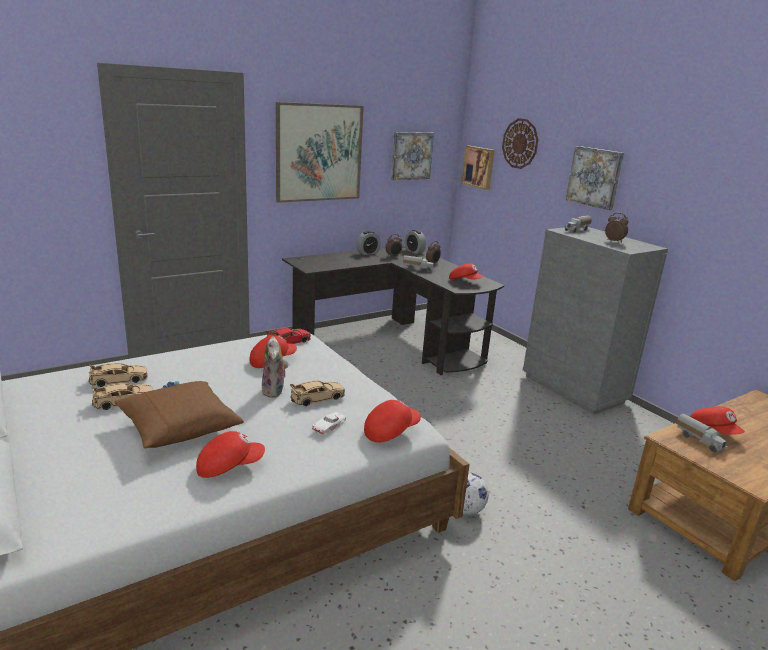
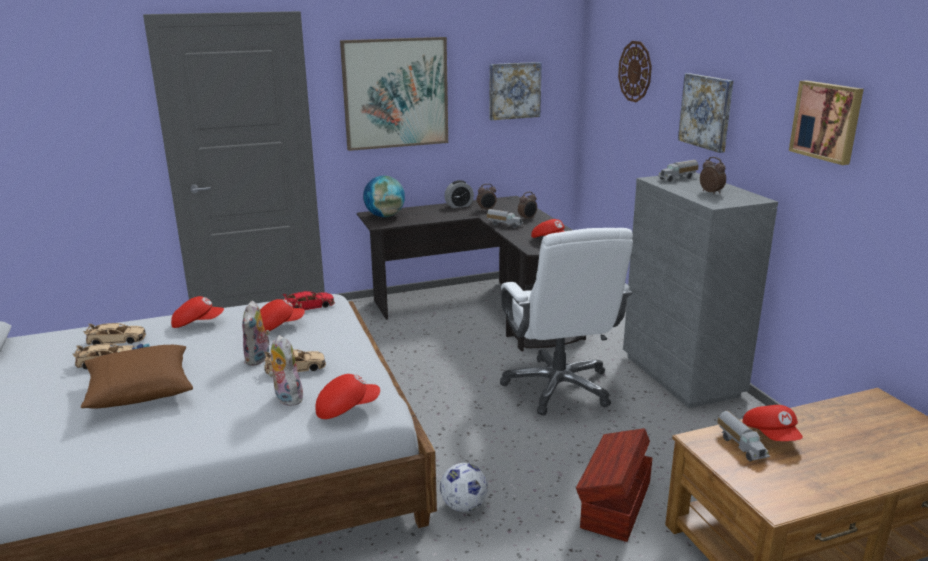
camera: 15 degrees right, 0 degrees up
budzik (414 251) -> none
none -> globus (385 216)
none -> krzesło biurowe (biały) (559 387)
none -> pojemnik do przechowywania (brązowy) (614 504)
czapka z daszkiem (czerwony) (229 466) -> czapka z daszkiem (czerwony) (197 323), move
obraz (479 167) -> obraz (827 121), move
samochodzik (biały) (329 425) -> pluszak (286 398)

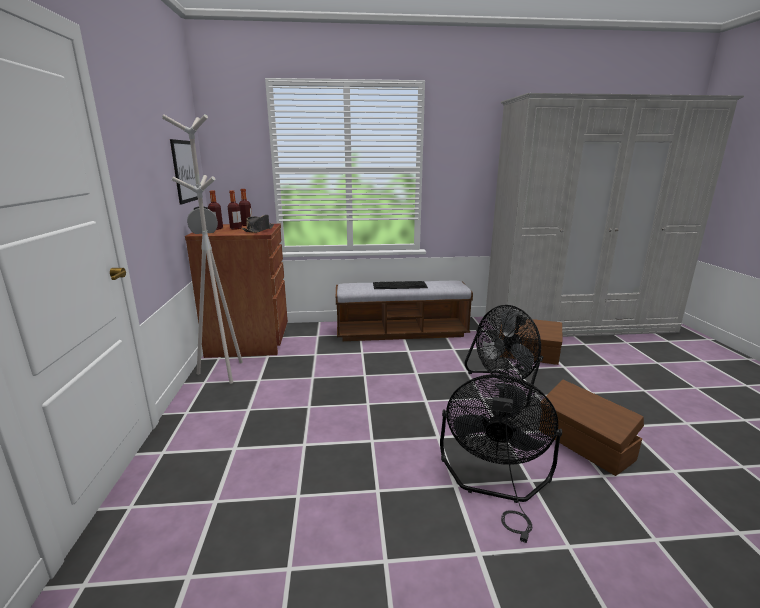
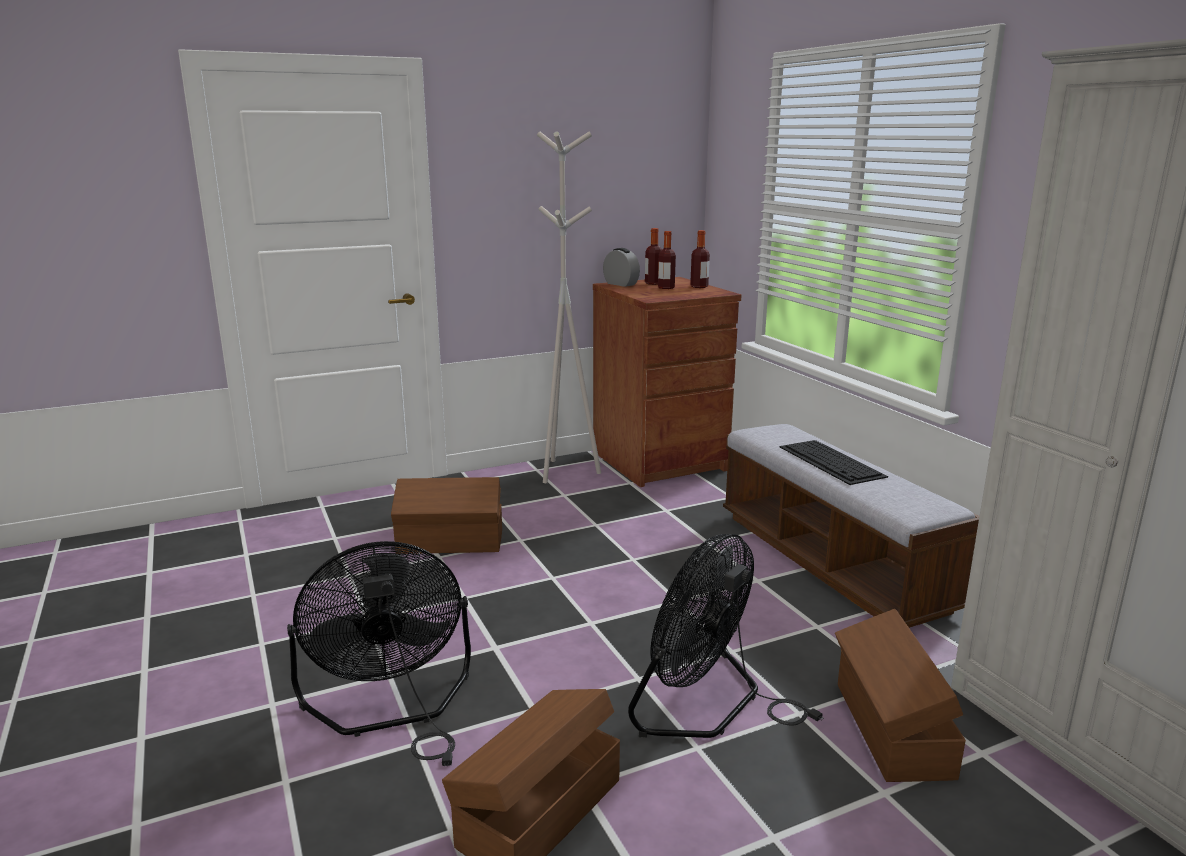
camera: 70 degrees right, 0 degrees up
obraz (185 171) -> none
kapelusz (czarny) (259 230) -> none
none -> pojemnik do przechowywania (brązowy) (451 543)
wentylator (czarny) (497 486) -> wentylator (czarny) (396 711), 105 degrees counterclockwise

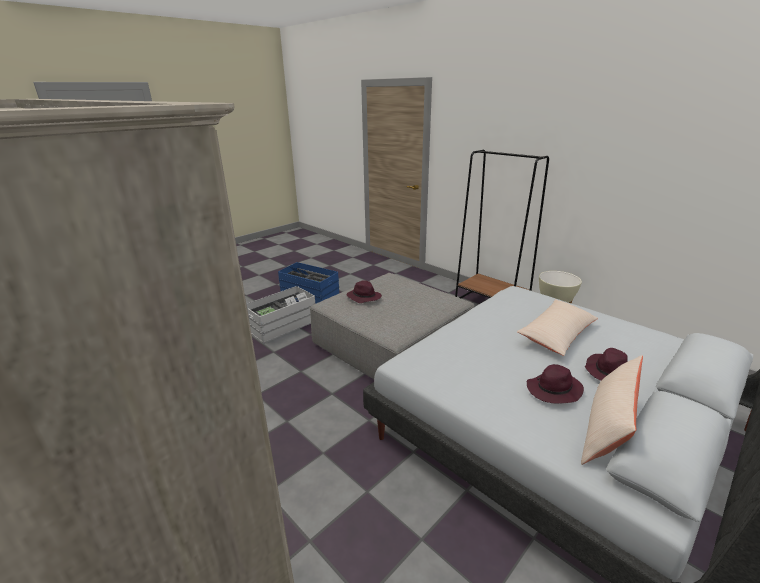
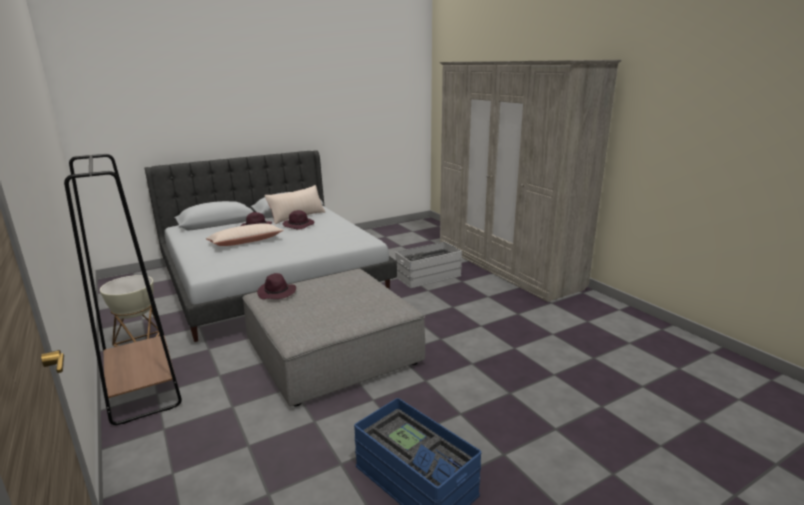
camera: 165 degrees left, 5 degrees down
pojemnik do przechowywania (szary) (282 324) -> pojemnik do przechowywania (szary) (428 276), move
kapelusz (fioletowy) (363 297) -> kapelusz (fioletowy) (277 293), move

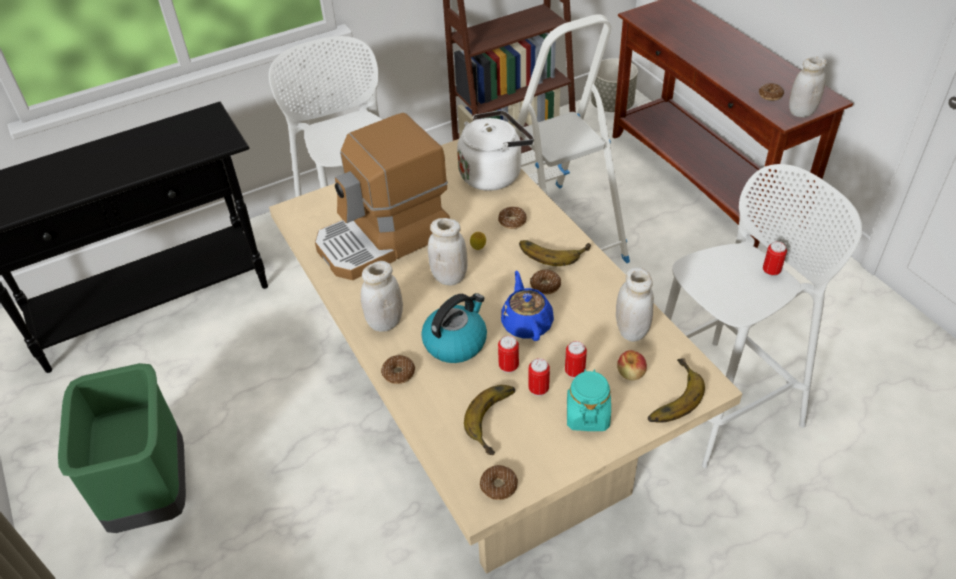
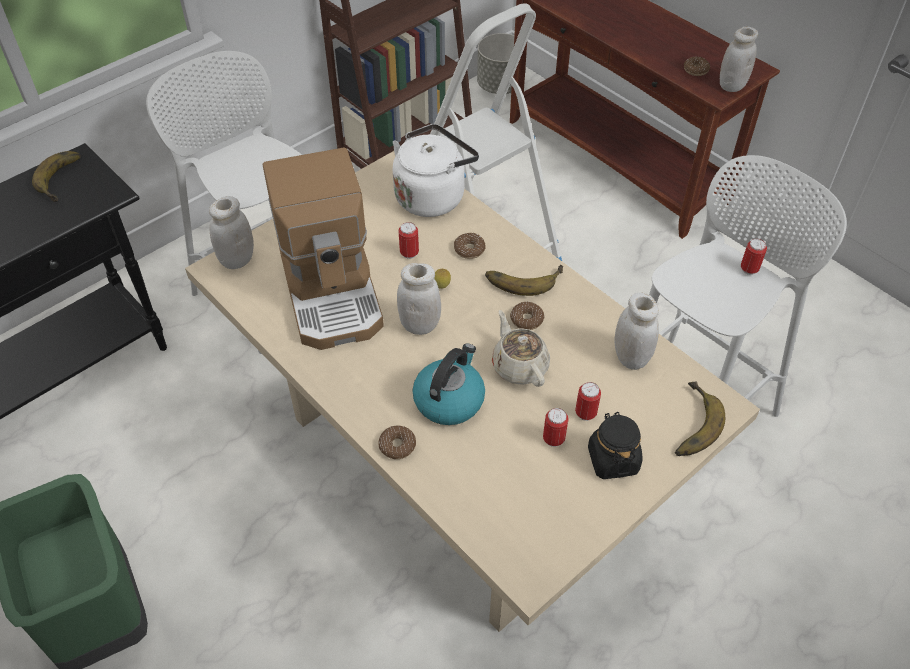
camera: 15 degrees left, 5 degrees up
donut (499 486) -> none
jabłko (630 373) -> none
słoik (biały) (385 322) -> słoik (biały) (237 259), move
banan (498 421) -> banan (65 179), move
puszka (508 366) -> puszka (409 253), move
imbryk (niebieski) (526 323) -> imbryk (beżowy) (519 366)
słoik (turkusowy) (587 415) -> słoik (czarny) (612 460)
ekspres do kawy (384 239) -> ekspres do kawy (333 290), 60 degrees counterclockwise

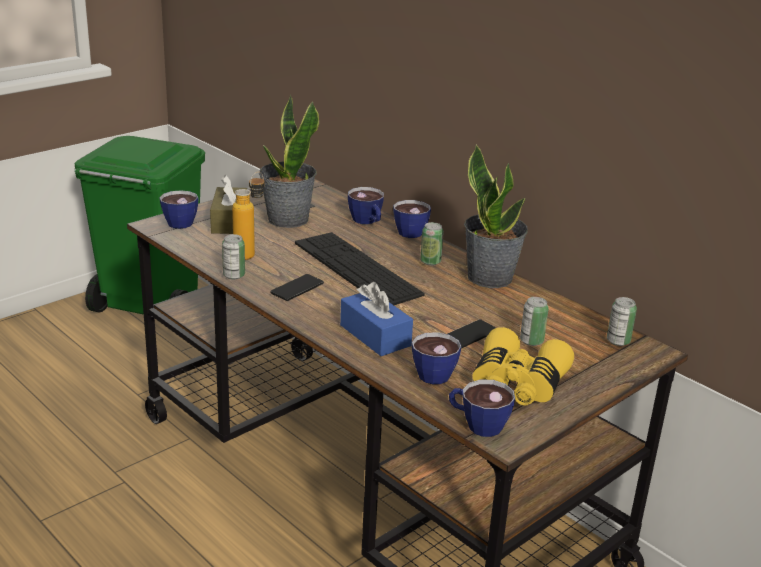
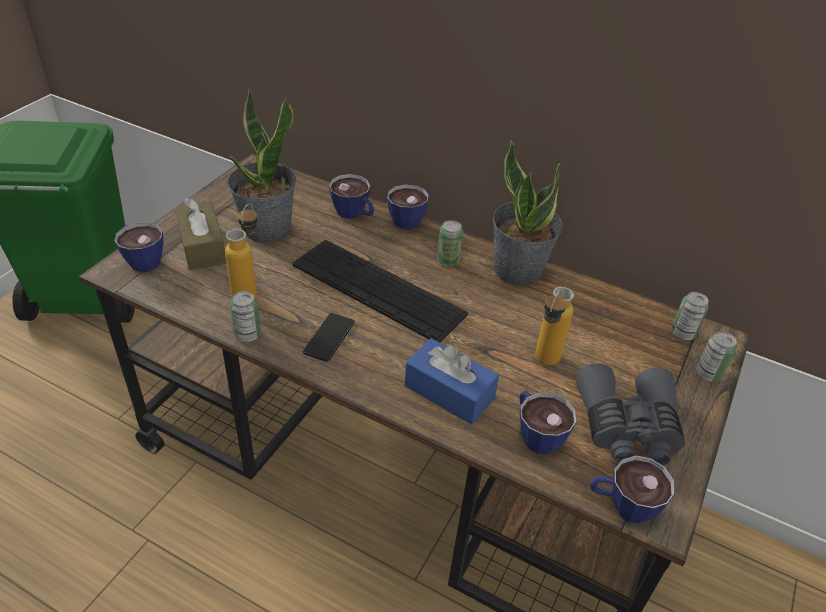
camera: 20 degrees left, 15 degrees up
puszka (531 341) -> puszka (708 373), move
telefon (469 335) -> butelka (543 364)
lornetka (żółty) (517 384) -> lornetka (szary) (627 427)

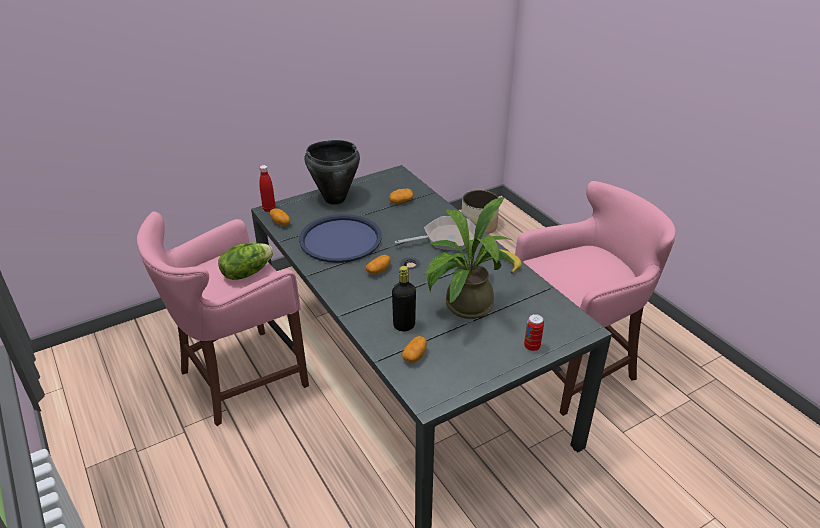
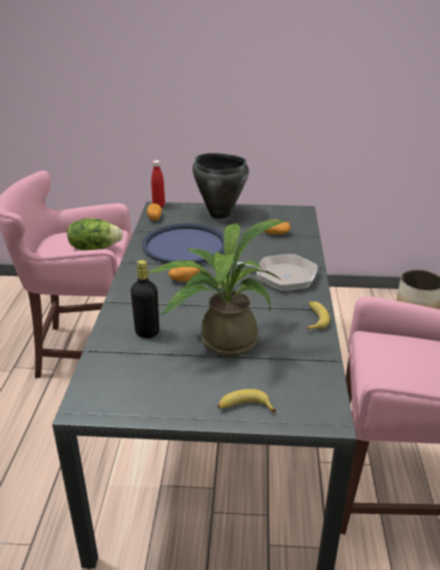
camera: 35 degrees right, 5 degrees down
ziemniak (415 356) -> none
puszka (532 347) -> banan (244 407)

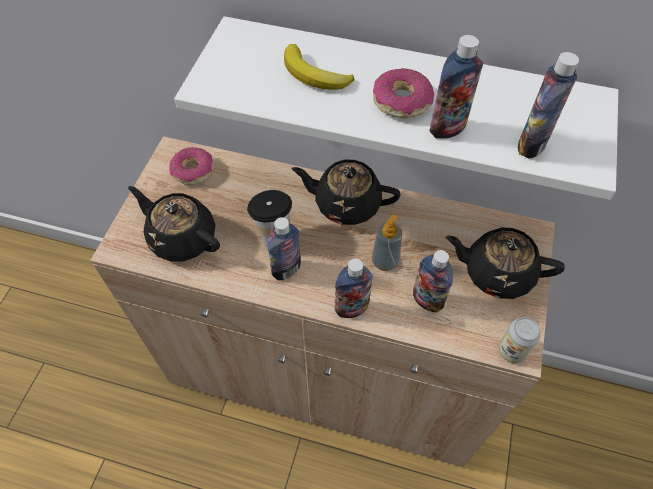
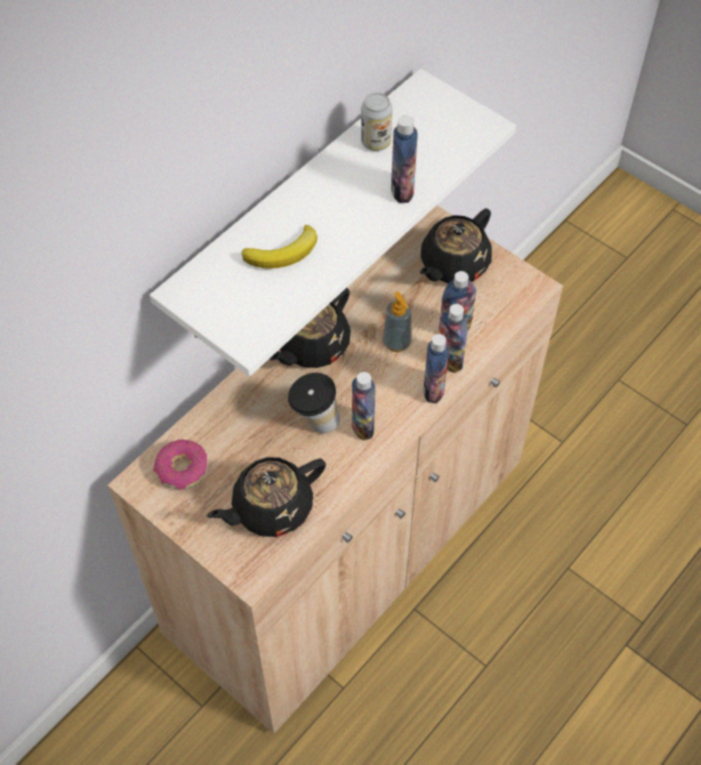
camera: 65 degrees left, 0 degrees up
donut (401 101) -> none
puszka (512 351) -> puszka (376 142), move
butelka (531 144) -> butelka (450 360), move

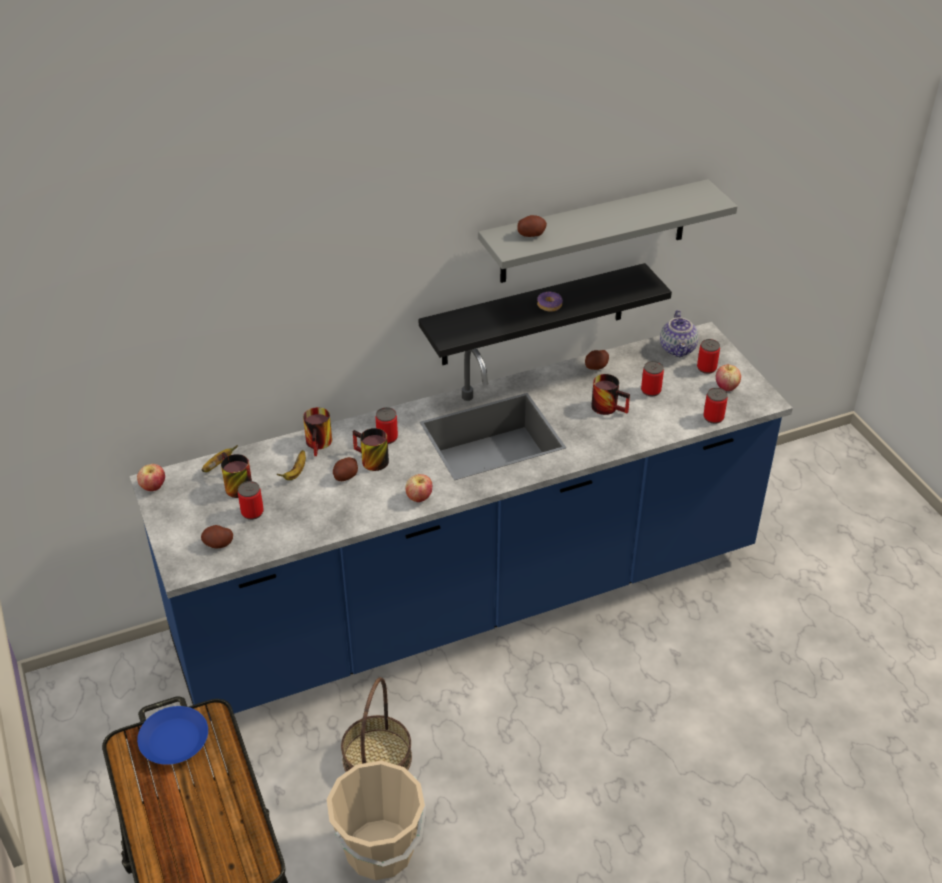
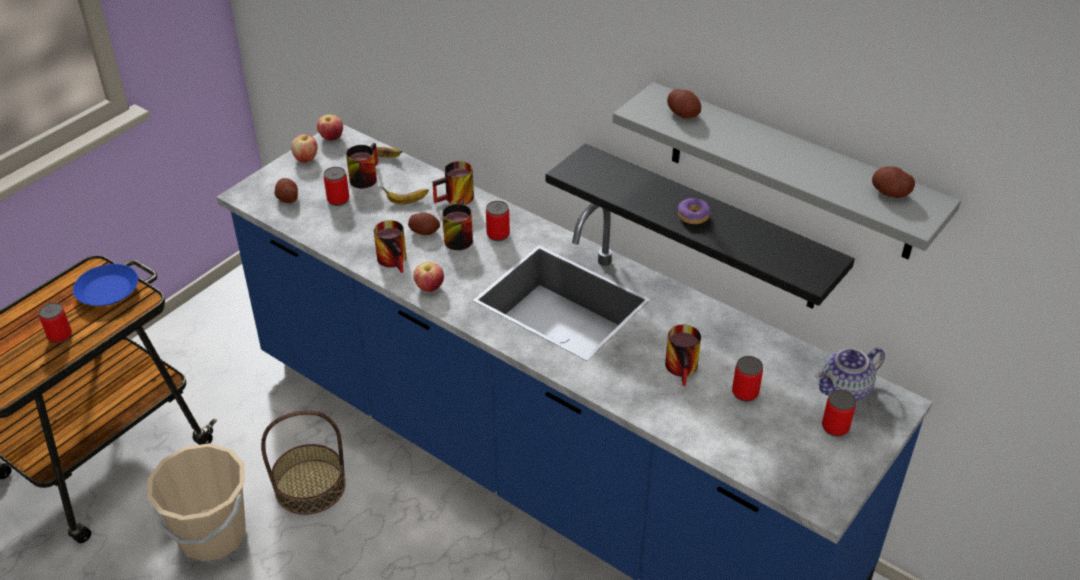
camera: 60 degrees right, 0 degrees up
none -> kubek (396 260)
ziemniak (596 367) -> ziemniak (890 193), move
puszka (713 417) -> puszka (60 336), move
jabłko (726 387) -> jabłko (306 159), move

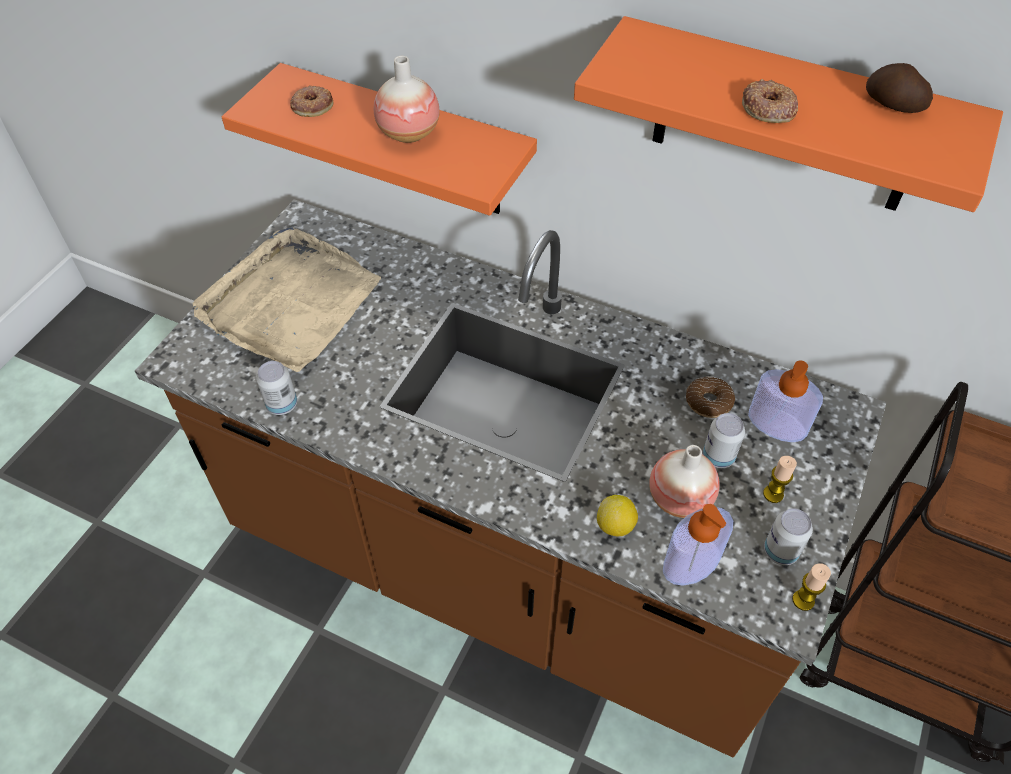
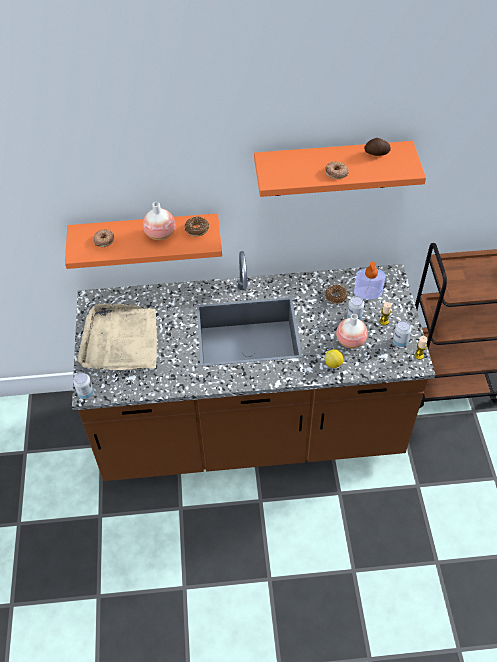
camera: 30 degrees left, 0 degrees up
dozownik mydła (691 562) -> none
none -> donut (197 229)
puszka (282 405) -> puszka (85 393), move

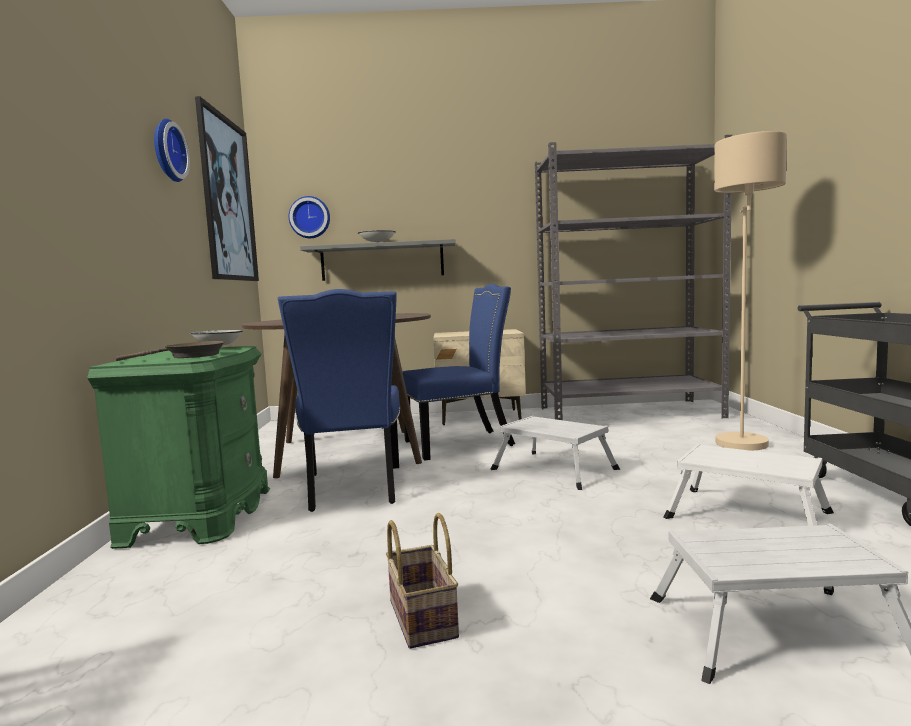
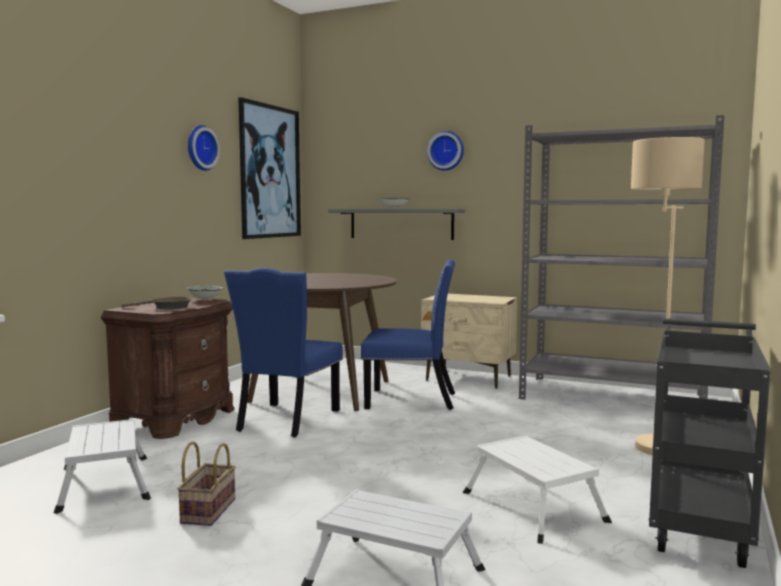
camera: 25 degrees right, 0 degrees up
zegar ścienny (310 217) -> zegar ścienny (446 151), move
drabinka (biały) (554 469) -> drabinka (biały) (105 483), move
szafka nocna (zielony) (206 513) -> szafka nocna (brązowy) (179 419)

